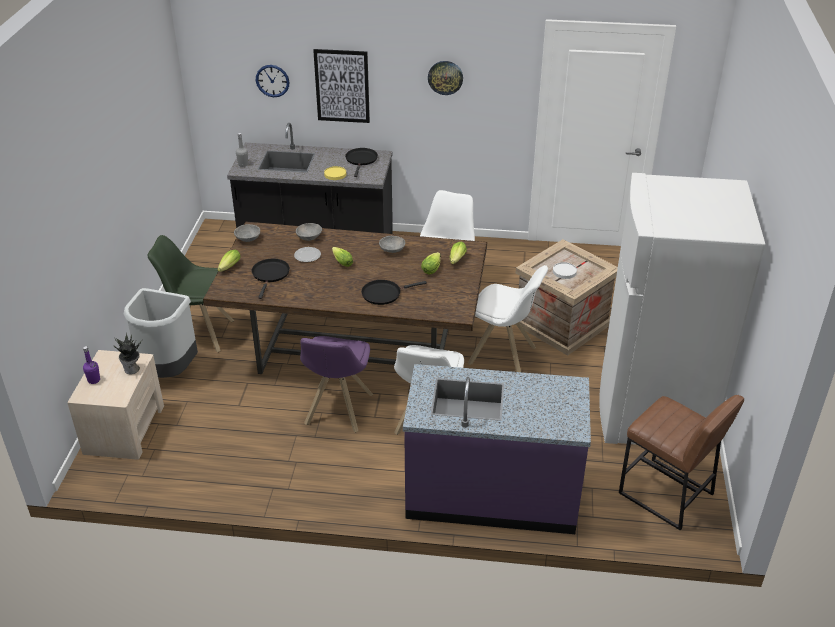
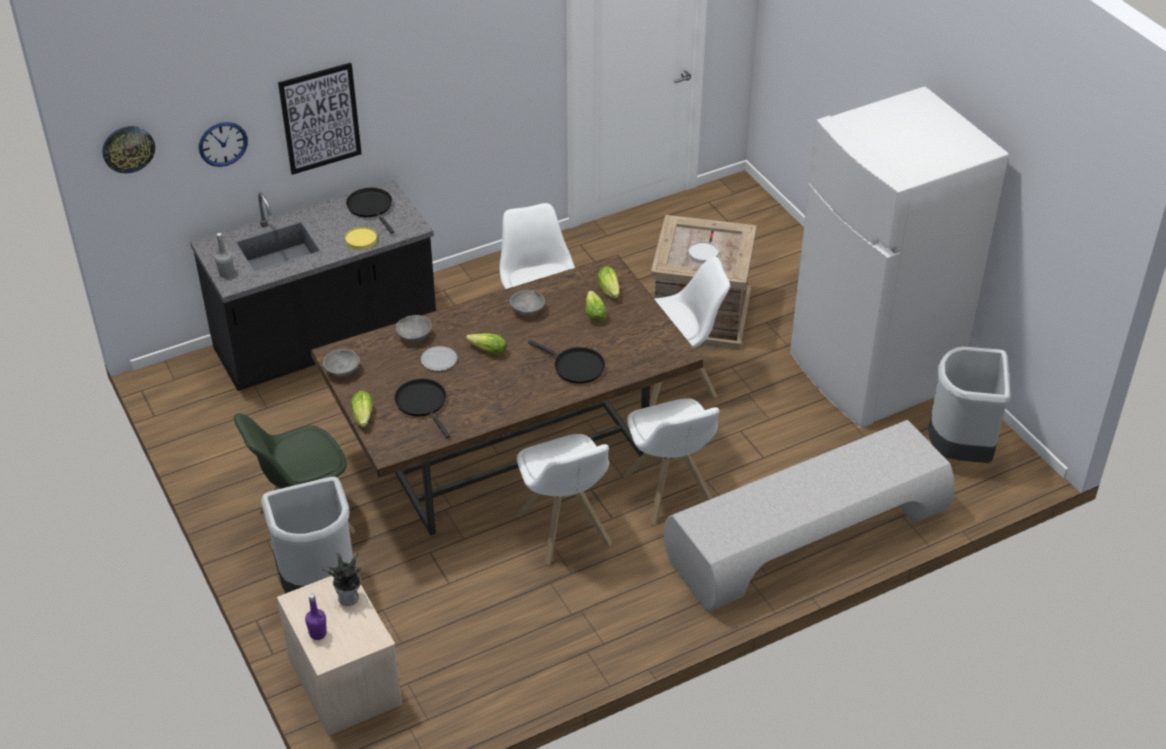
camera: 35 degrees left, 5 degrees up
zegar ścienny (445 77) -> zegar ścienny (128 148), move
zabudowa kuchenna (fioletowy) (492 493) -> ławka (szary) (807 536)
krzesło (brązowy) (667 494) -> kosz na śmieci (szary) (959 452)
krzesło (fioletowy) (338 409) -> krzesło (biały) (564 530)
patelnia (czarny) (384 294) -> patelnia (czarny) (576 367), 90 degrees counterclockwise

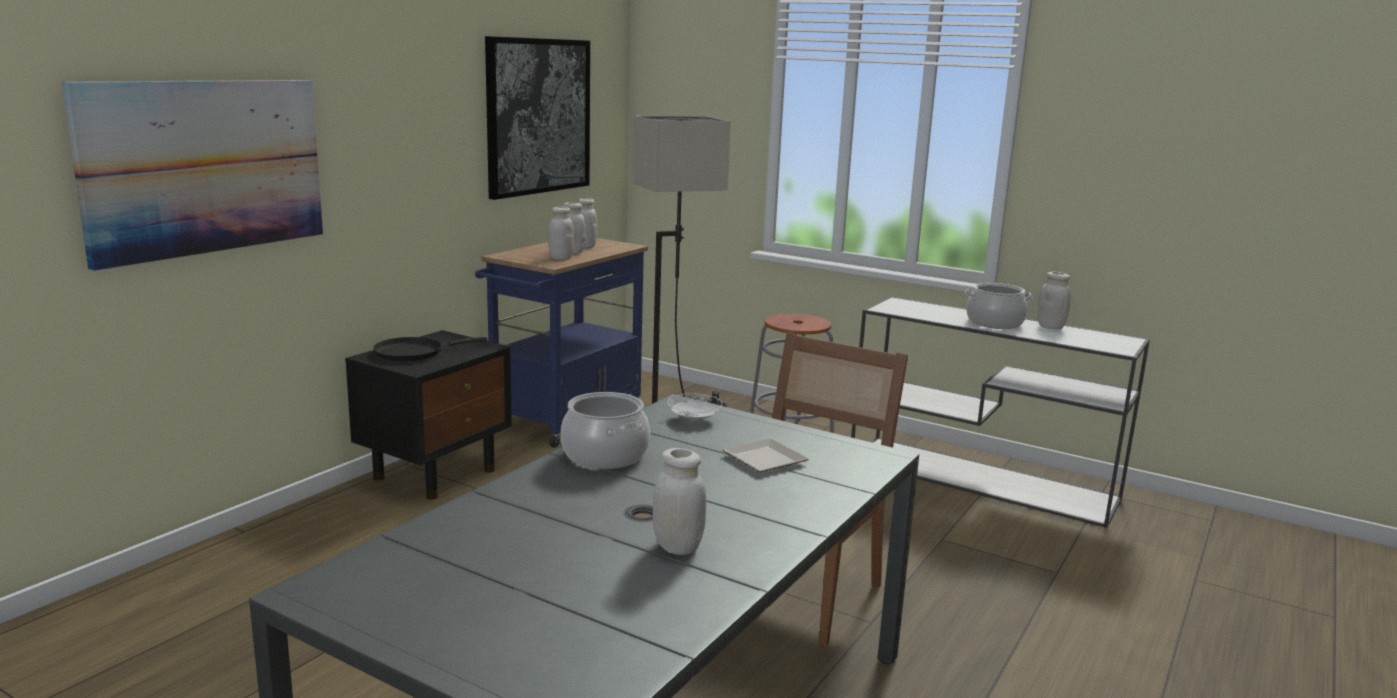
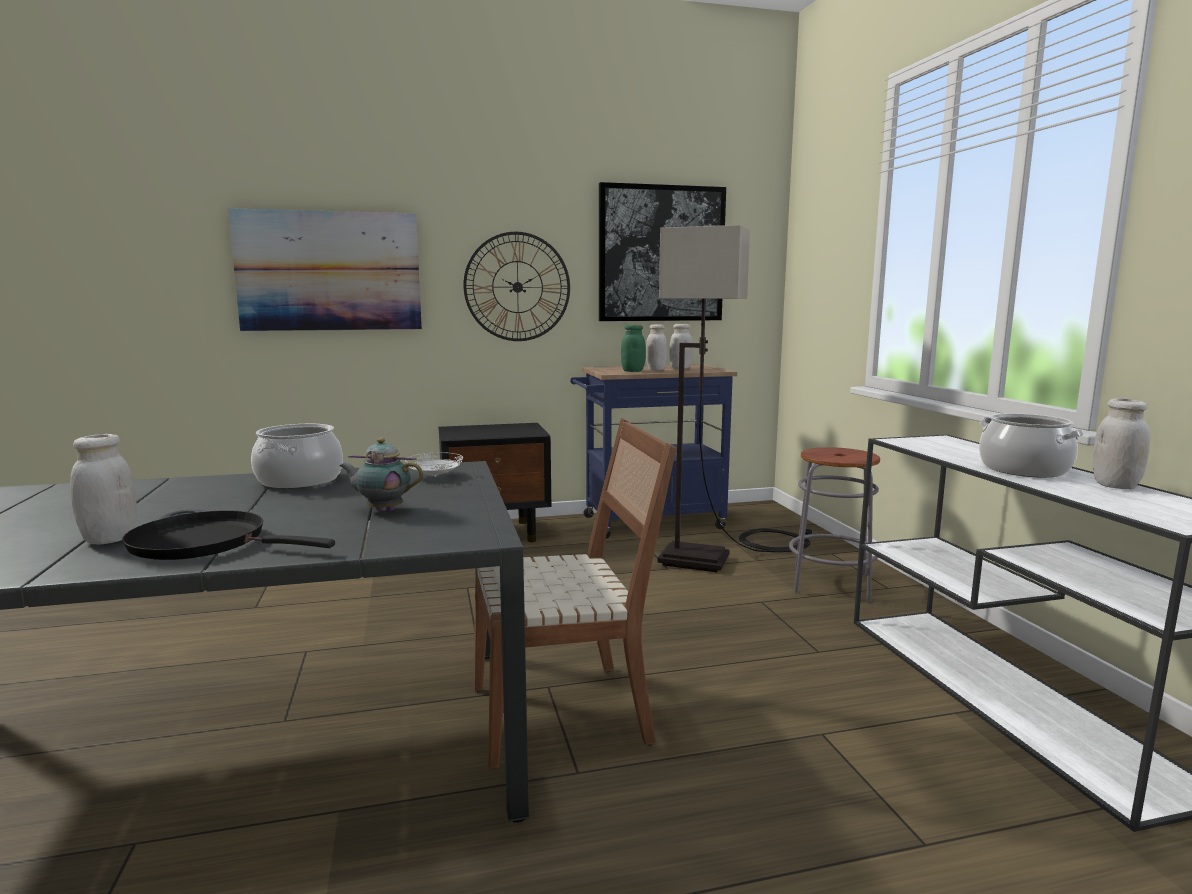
camera: 45 degrees right, 5 degrees down
none -> zegar ścienny (517 287)
patelnia (czarny) (413 353) -> patelnia (czarny) (206 543), move
talerz (765 458) -> imbryk (382 510)
słoik (biały) (561 258) -> słoik (zielony) (633 371)

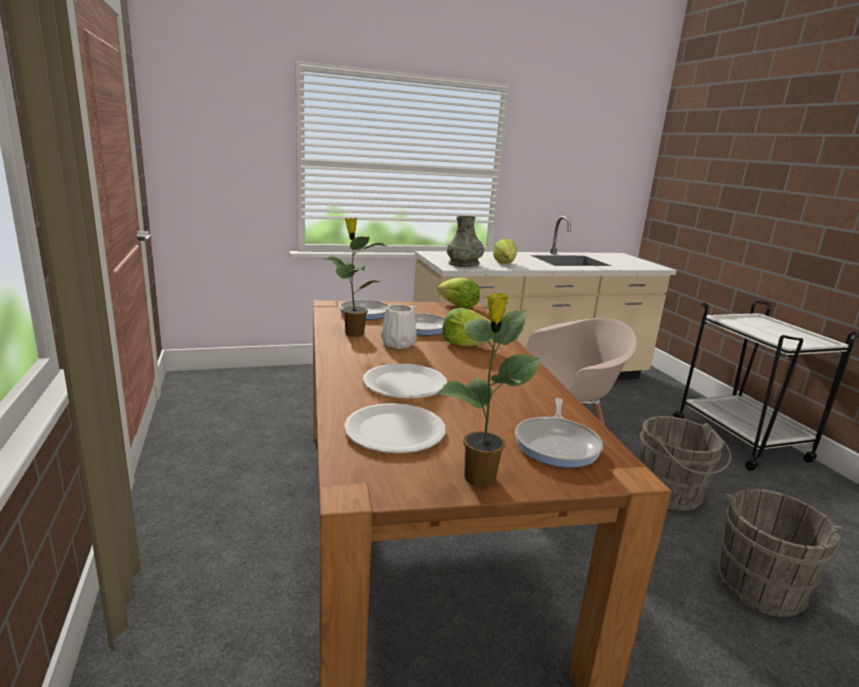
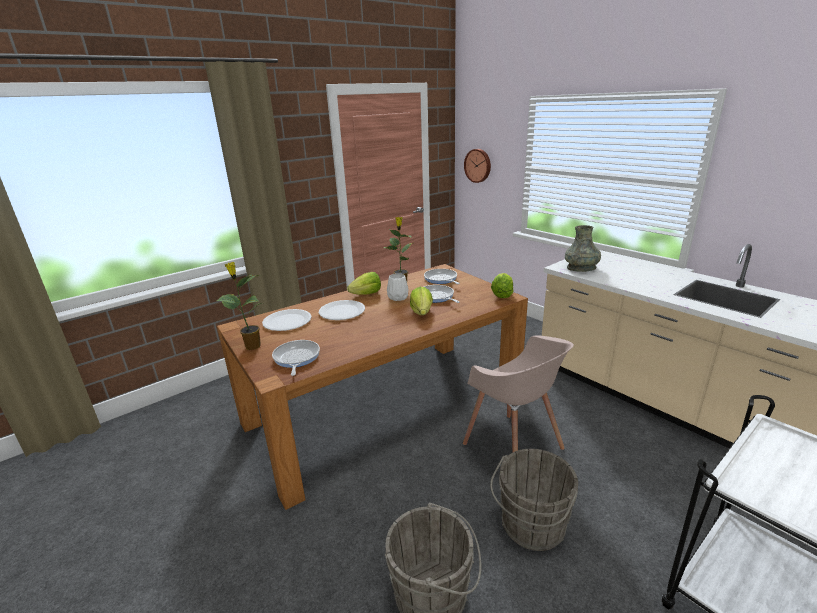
camera: 70 degrees right, 5 degrees up
none -> zegar ścienny (478 165)
sałata (505 263) -> sałata (366 294), move
patelnia (557 444) -> patelnia (296 358), 90 degrees clockwise

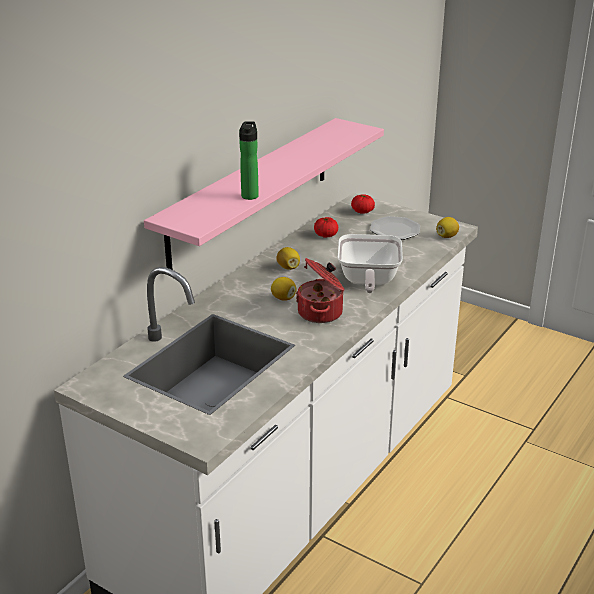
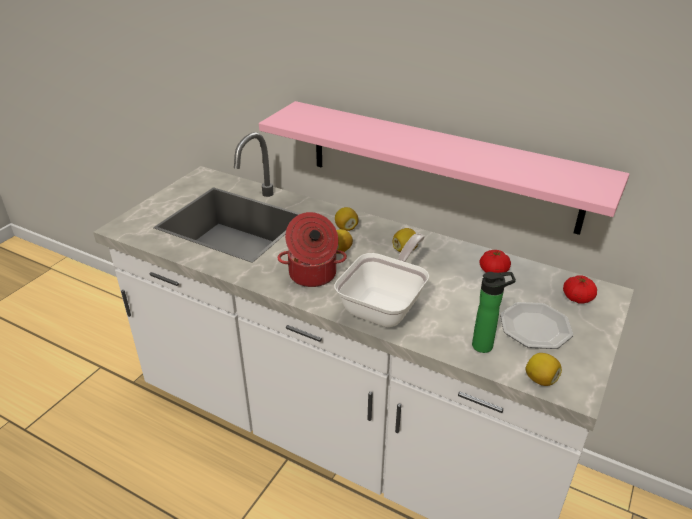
camera: 85 degrees right, 5 degrees up
none -> cytryna (346 228)
butelka (250 195) -> butelka (485 346), move
patelnia (368 281) -> patelnia (386 305), 120 degrees clockwise

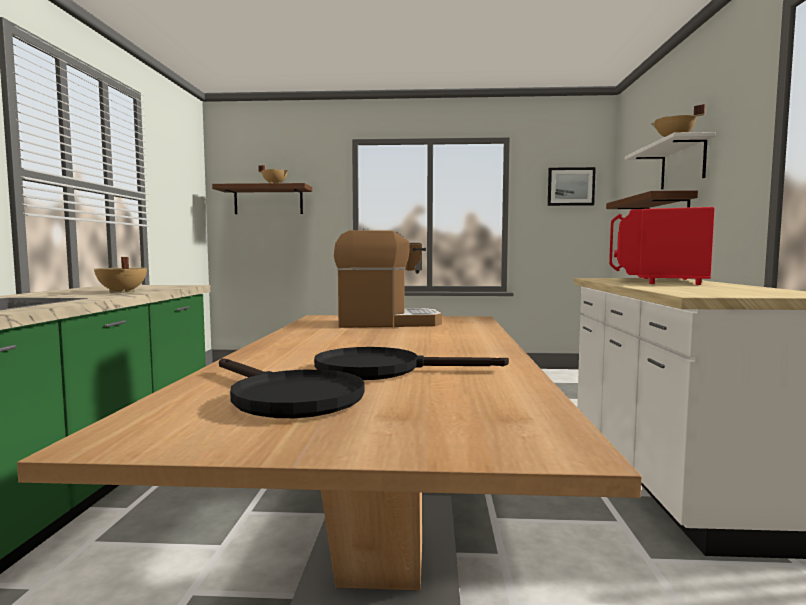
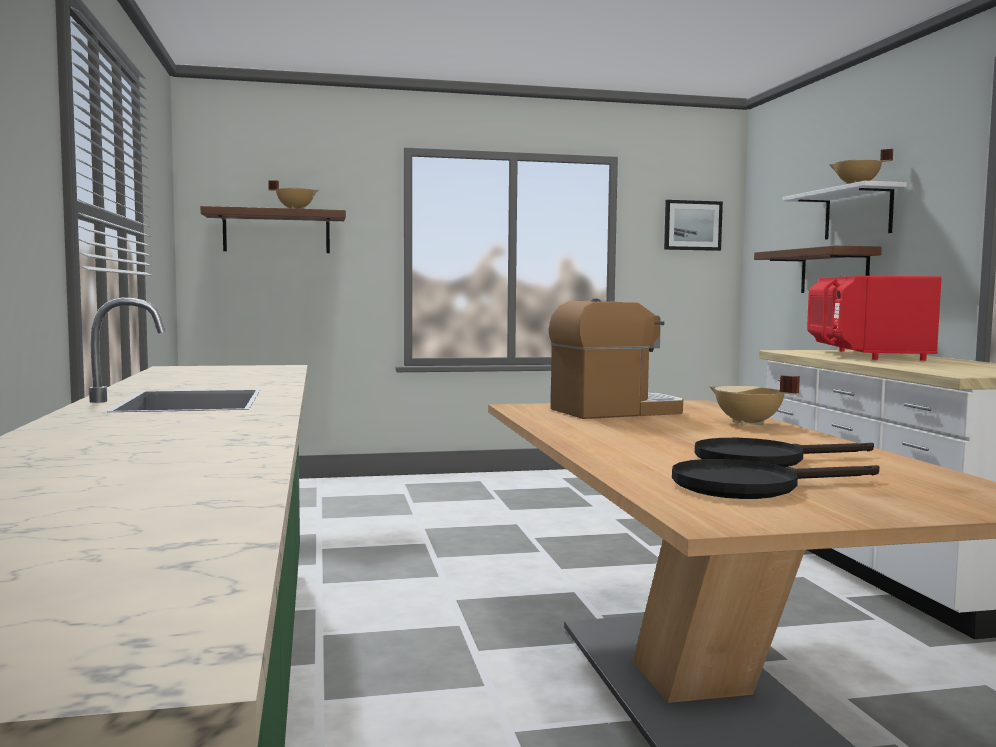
camera: 15 degrees left, 0 degrees up
garnek (beżowy) (121 292) -> garnek (beżowy) (748 423), move
patelnia (czarny) (287 397) -> patelnia (czarny) (750 486), 135 degrees clockwise

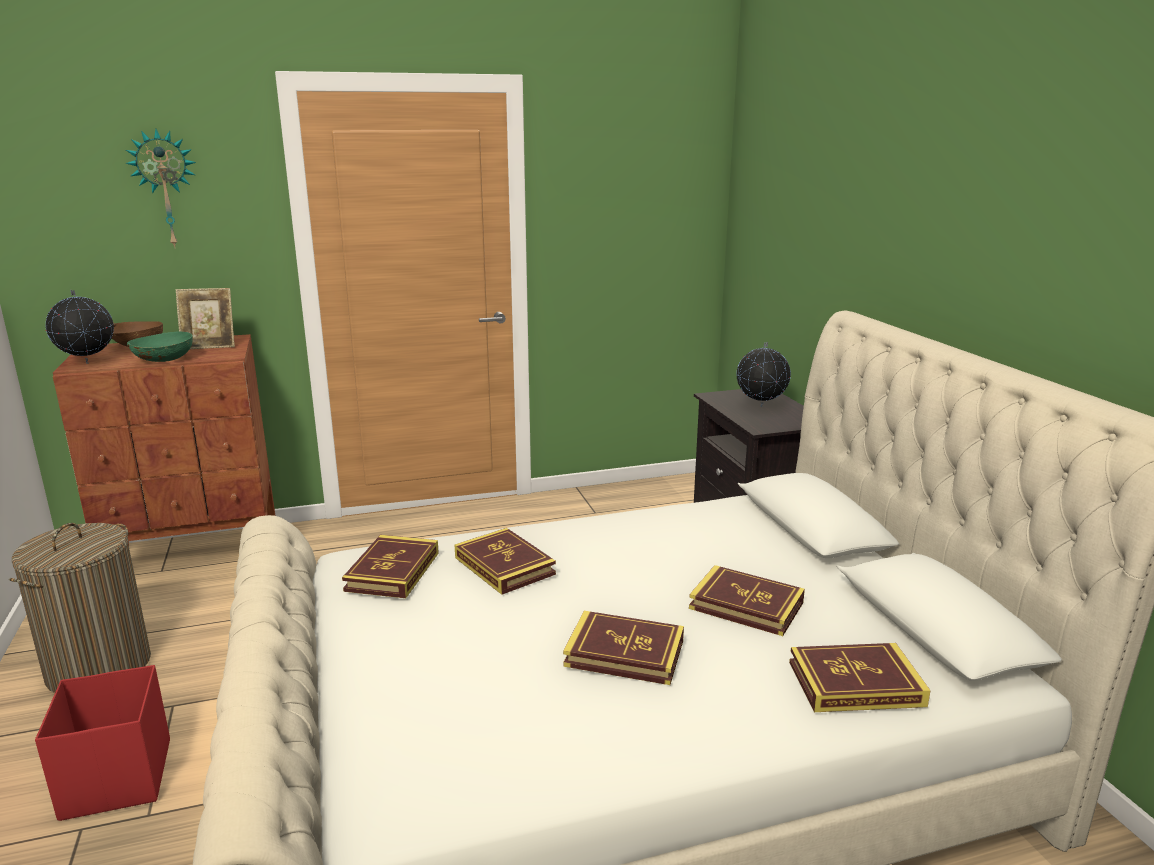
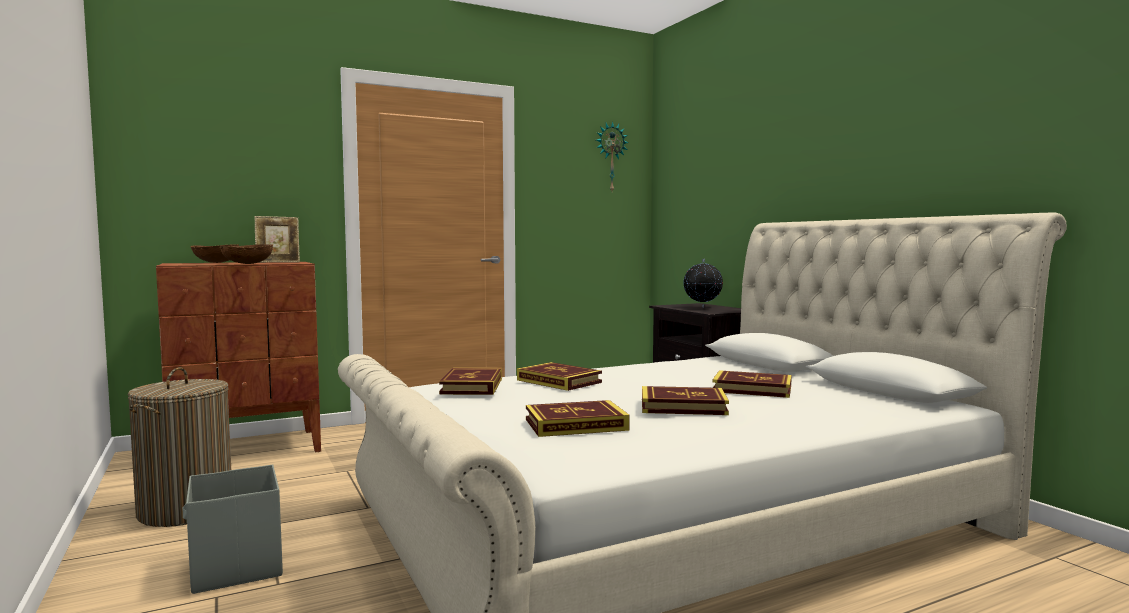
camera: 10 degrees left, 15 degrees down
globus (87 363) -> none
zegar ścienny (166 189) -> zegar ścienny (610 157), move
książka (855 684) -> książka (576 425), move
pojemnik do przechowywania (czerwony) (116 780) -> pojemnik do przechowywania (szary) (236 567)
miska (zielony) (164 361) -> miska (brązowy) (247 263)

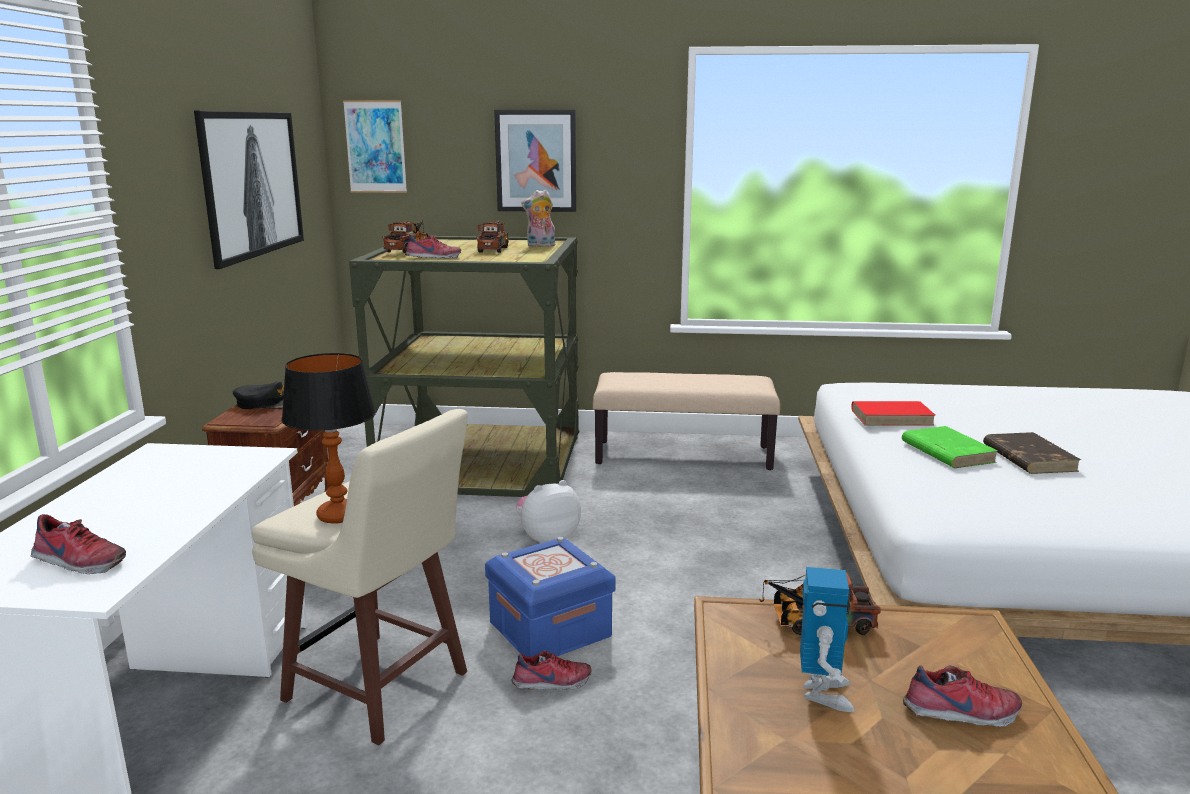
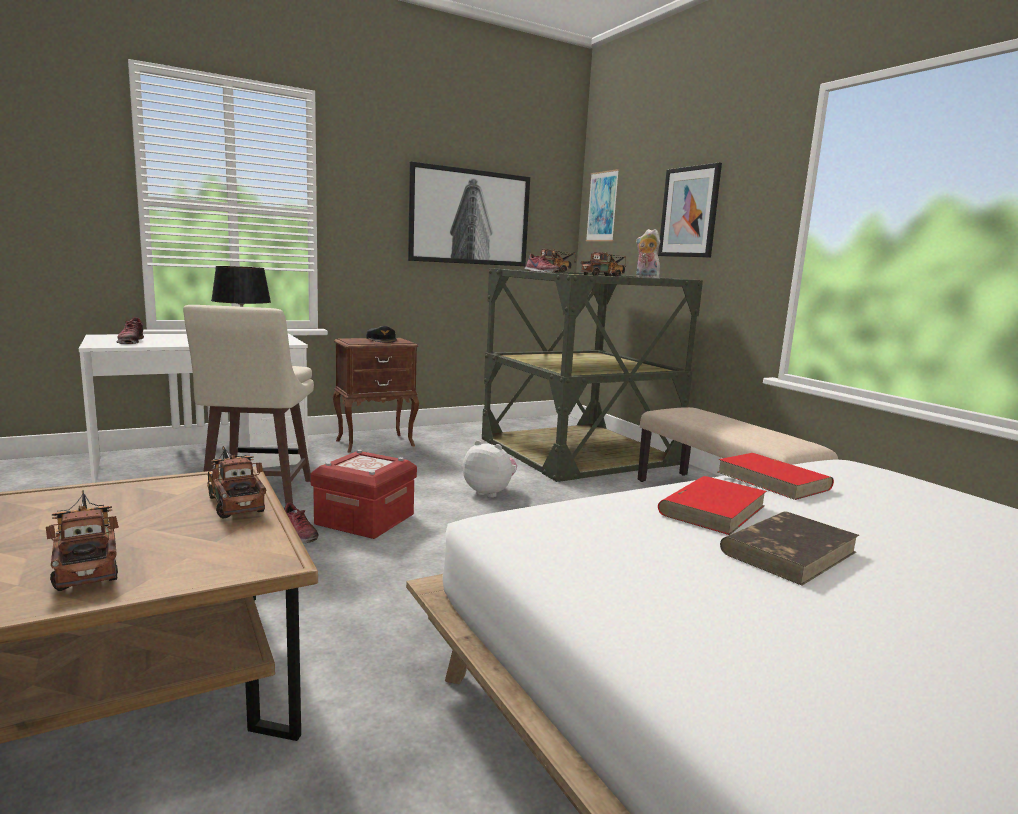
camera: 55 degrees right, 5 degrees down
robot zabawkowy (823 693) -> none
but (961 714) -> ciężarówka zabawkowa (87 563)
pojemnik do przechowywania (niebieski) (550 629) -> pojemnik do przechowywania (czerwony) (365 519)
książka (zielony) (946 451) -> książka (czerwony) (712 509)

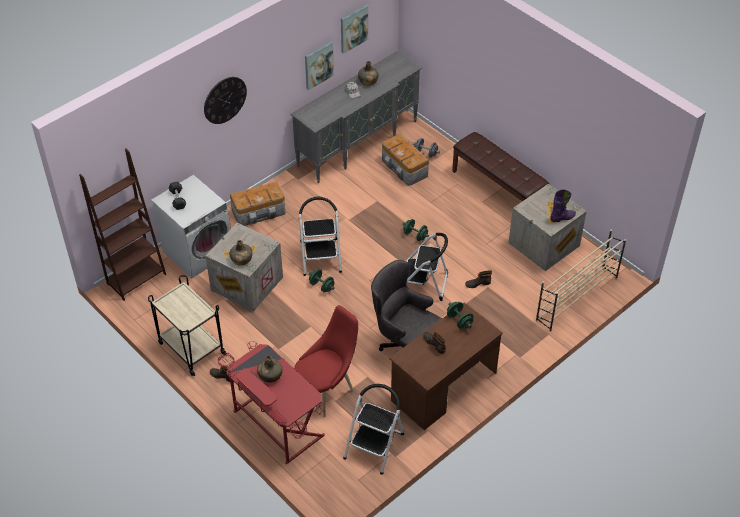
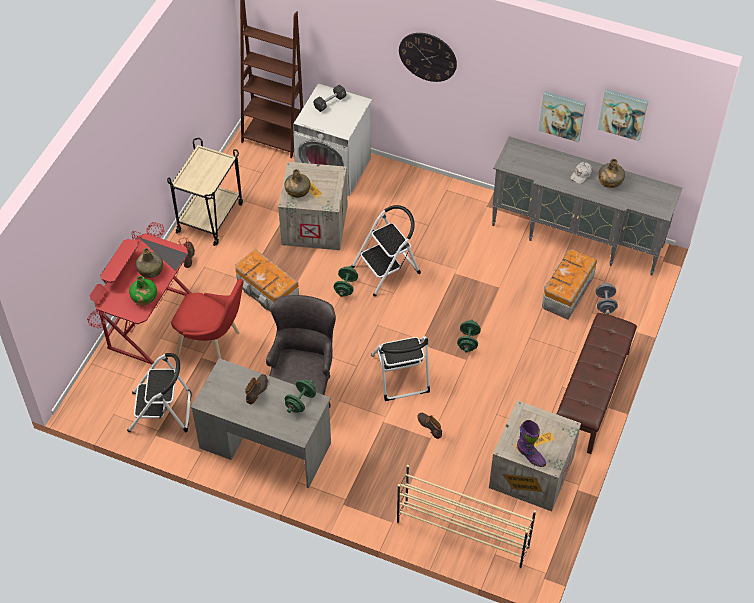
camera: 65 degrees right, 5 degrees up
none -> butelka (zielony) (144 297)
pojemnik do przechowywania (259 212) -> pojemnik do przechowywania (268 292), move
biurko (brązowy) (443 387) -> biurko (szary) (265 445)

